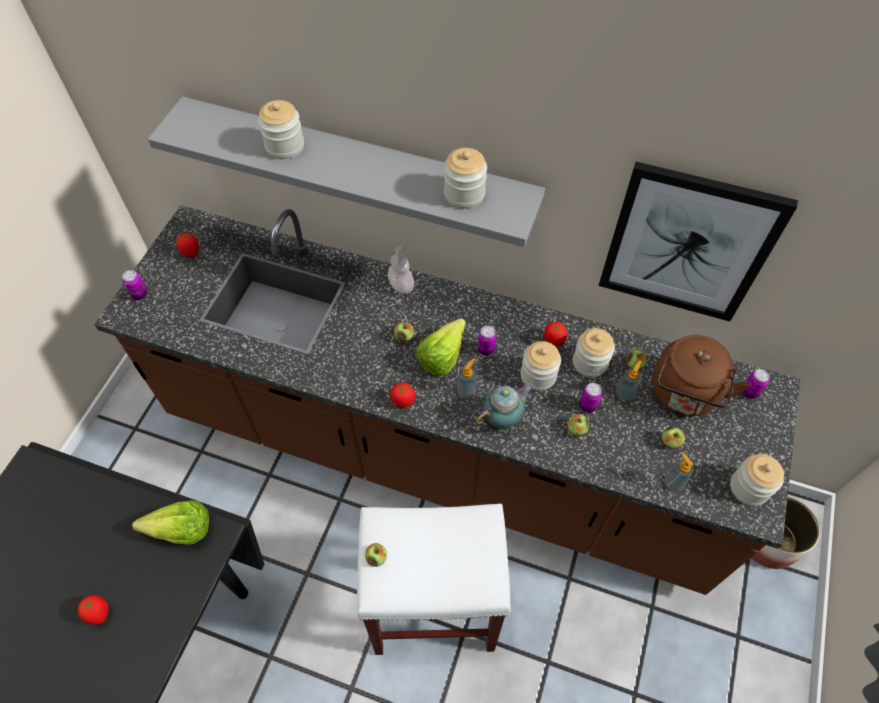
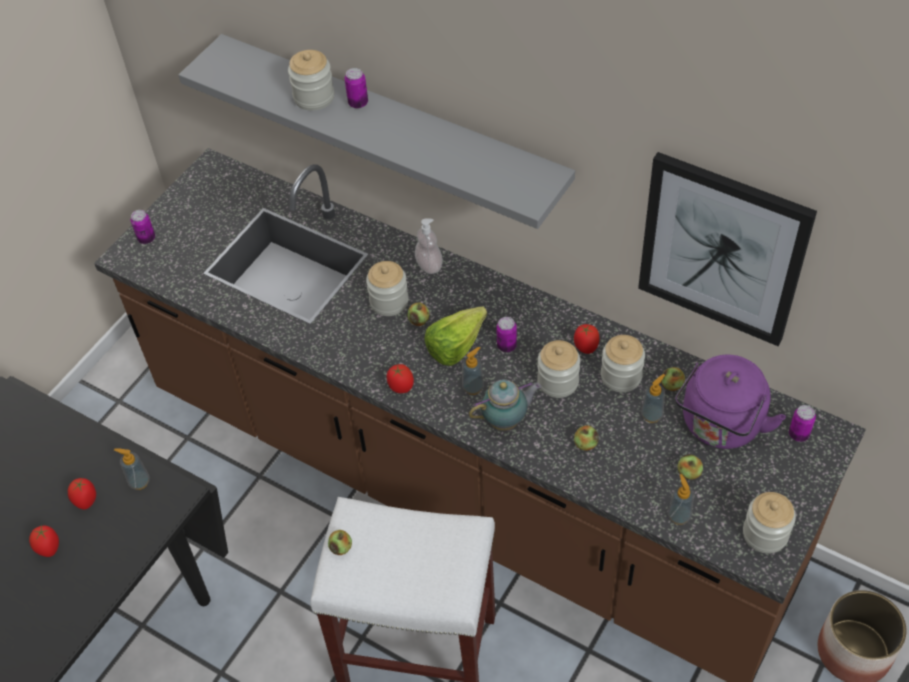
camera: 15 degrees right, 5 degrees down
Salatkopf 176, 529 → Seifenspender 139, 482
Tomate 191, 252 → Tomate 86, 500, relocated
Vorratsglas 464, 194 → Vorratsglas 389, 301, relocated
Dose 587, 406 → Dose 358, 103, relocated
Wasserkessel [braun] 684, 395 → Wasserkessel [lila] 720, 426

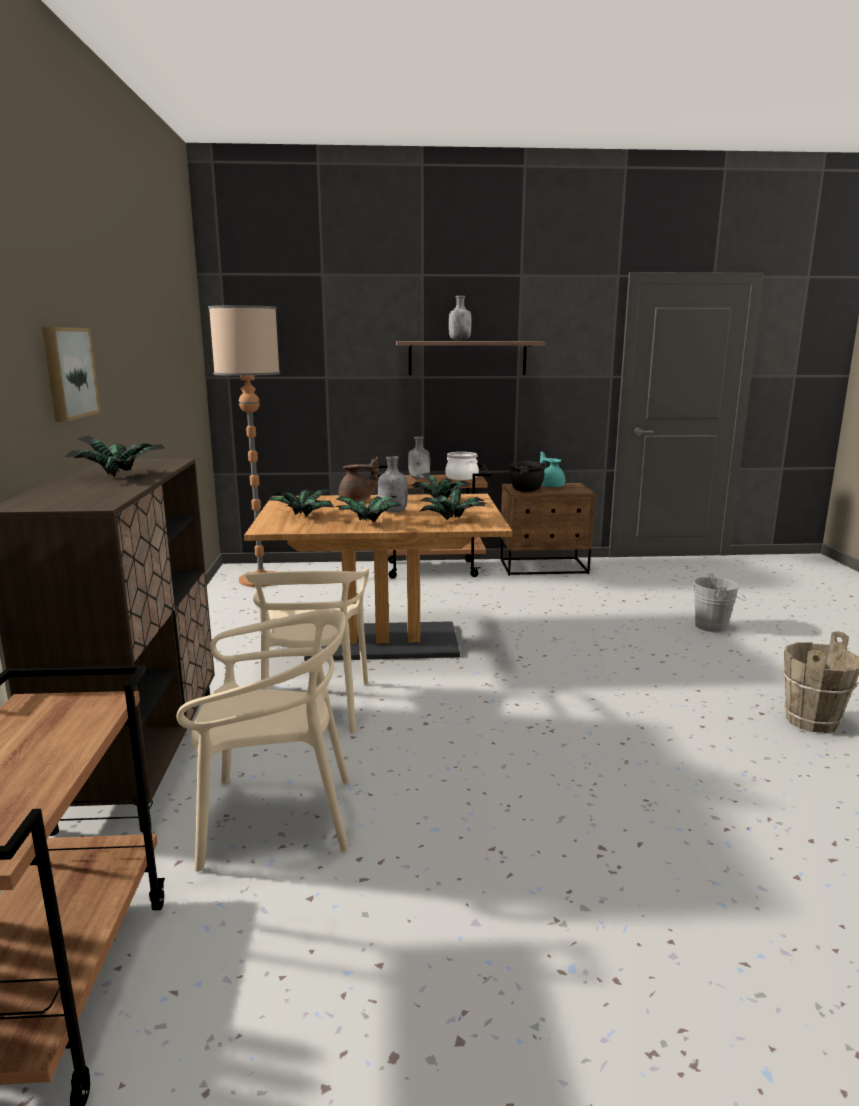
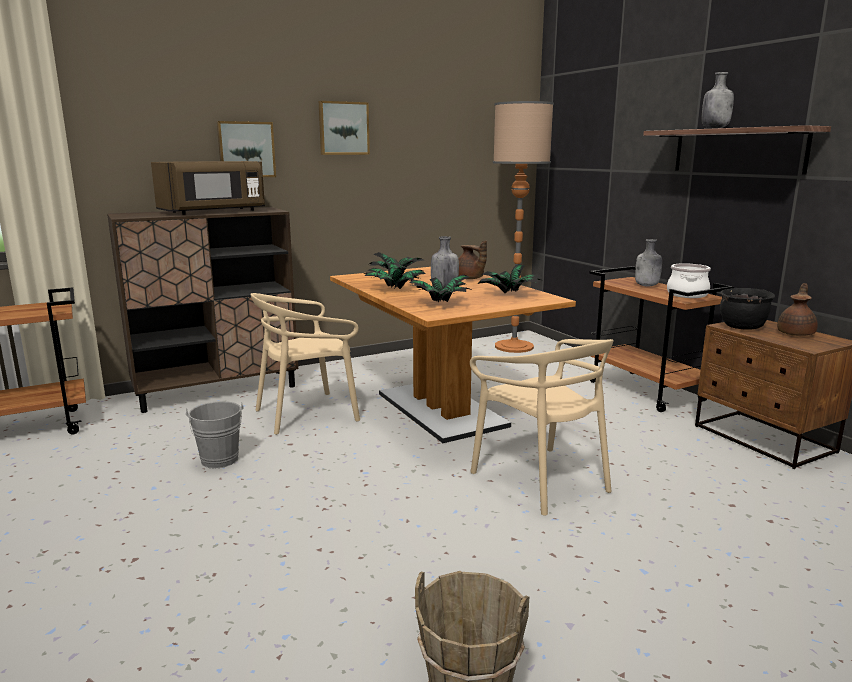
camera: 65 degrees right, 0 degrees up
Topfpflanze 120, 476 → Mikrowelle [braun] 214, 212
Stuhl [beige] 276, 818 → Stuhl [beige] 541, 480, relocated
Teekanne [türkis] 551, 486 → Teekanne [braun] 796, 333
Eimer [grau] 715, 626 → Eimer [grau] 220, 462, relocated
- → Bild 343, 128

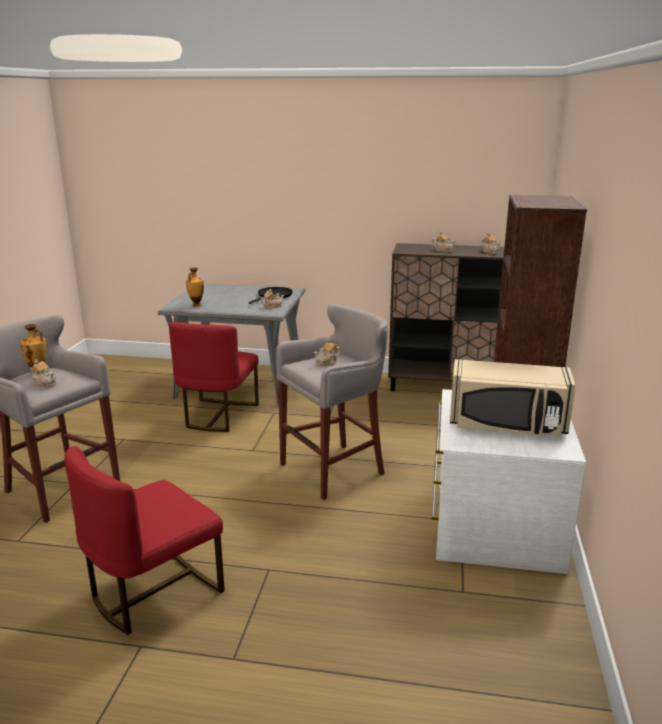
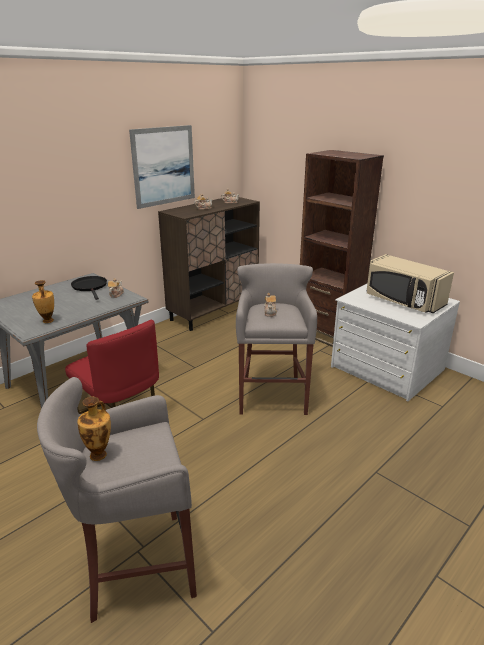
camera: 55 degrees left, 5 degrees up
Teekanne 45, 383 → -
Stuhl [rot] 153, 591 → -
Mikrowelle [beige] 507, 425 → Mikrowelle [beige] 403, 301, 90 degrees clockwise
- → Bild 163, 166

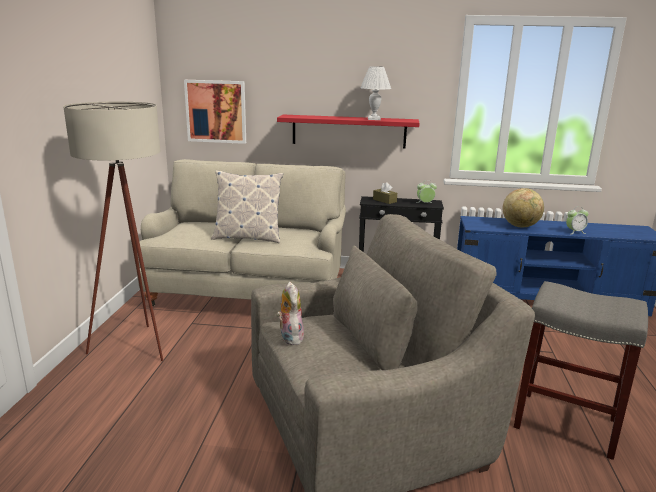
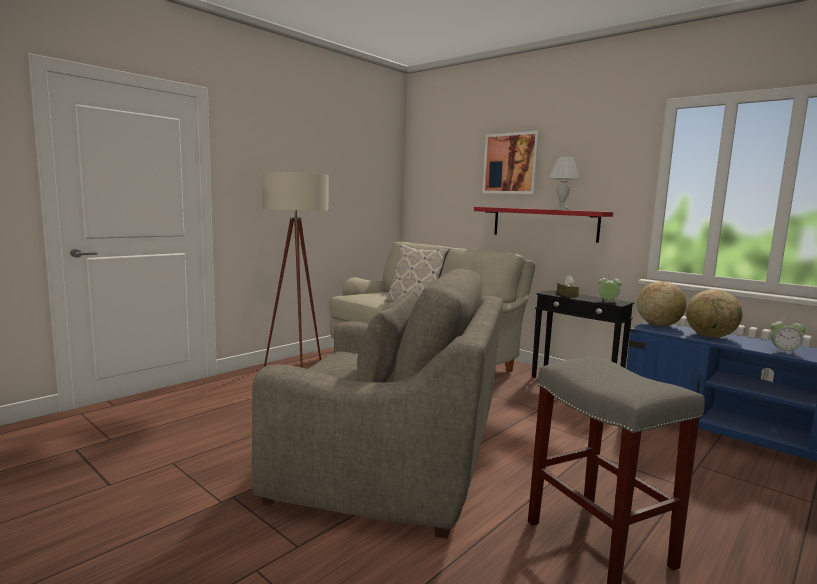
camera: 35 degrees right, 10 degrees down
Bild 216, 111 → Bild 511, 163, relocated
Plüschtier 289, 337 → -
- → Globus 658, 325

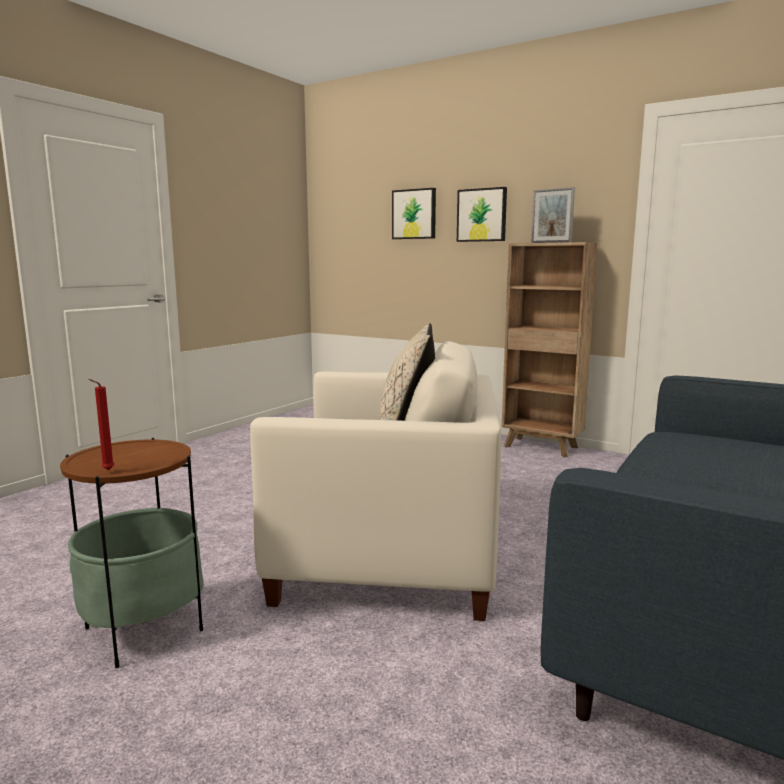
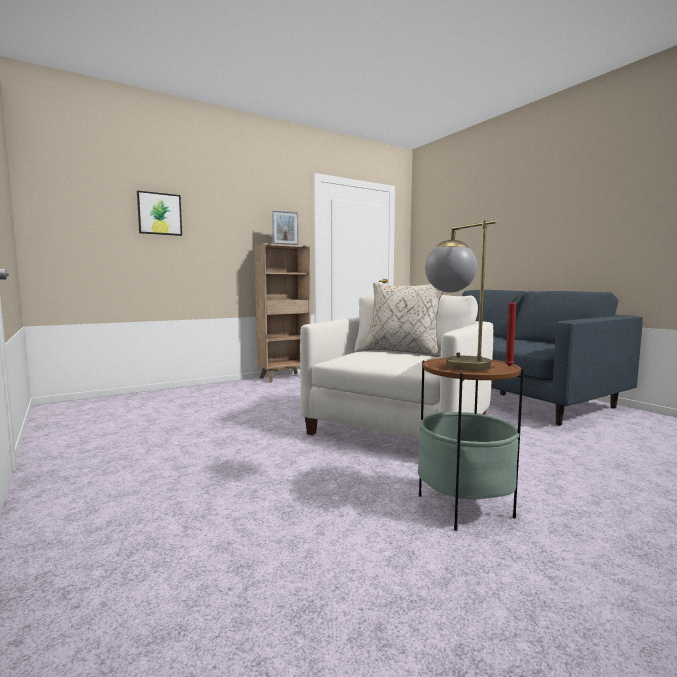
camera: 65 degrees left, 5 degrees down
Bild 482, 215 → -
- → Tischlampe 455, 364

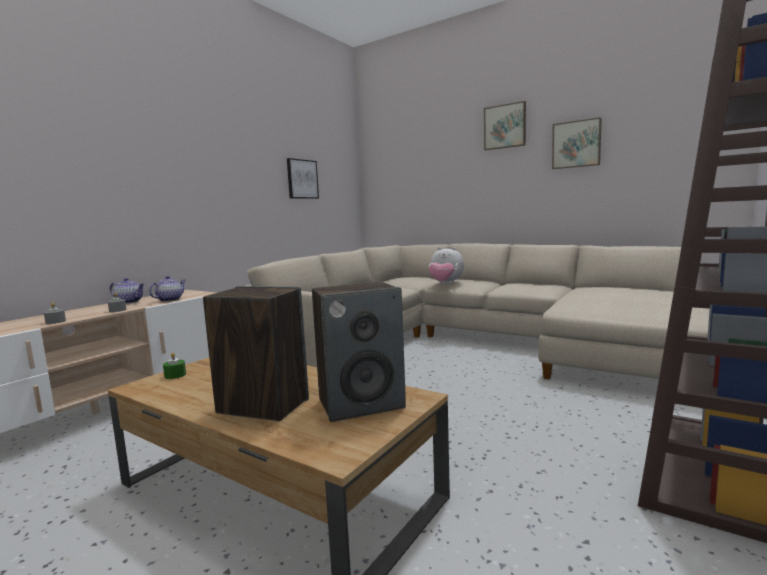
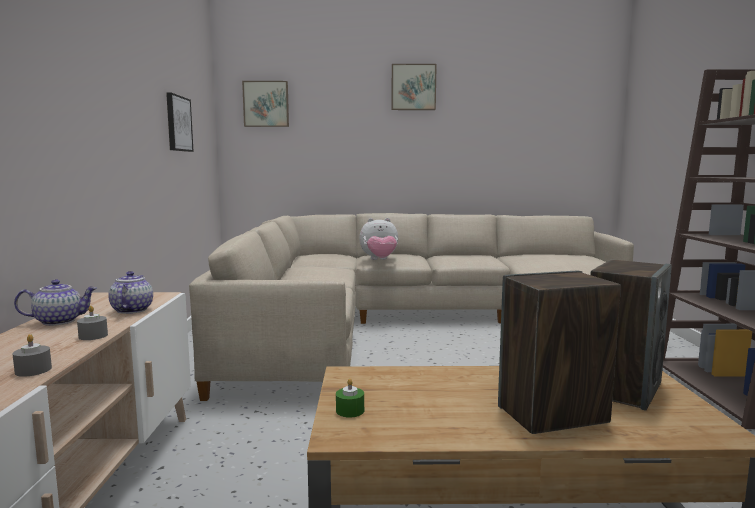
camera: 35 degrees left, 0 degrees up
Bild 576, 144 → Bild 266, 104, relocated

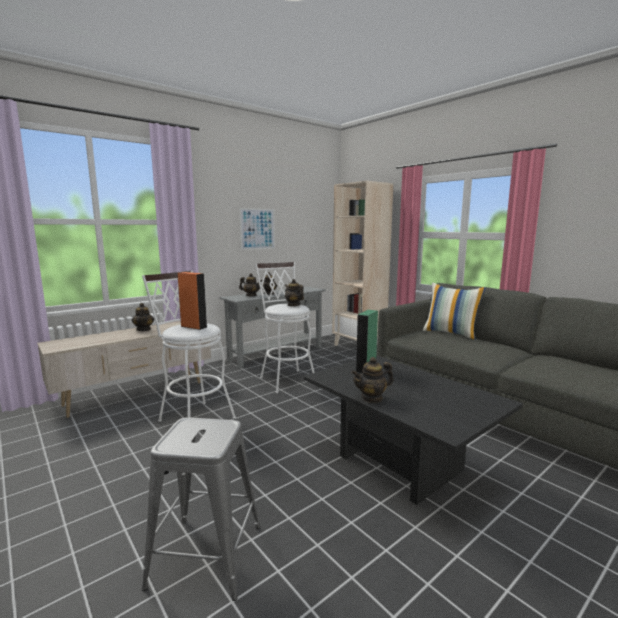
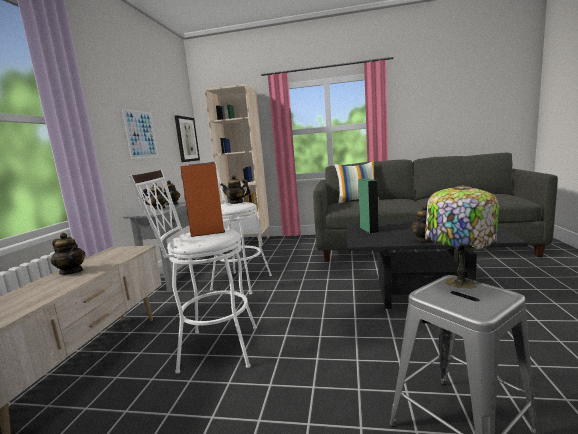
camera: 40 degrees left, 0 degrees up
- → Bild 186, 139
- → Tischlampe 458, 283

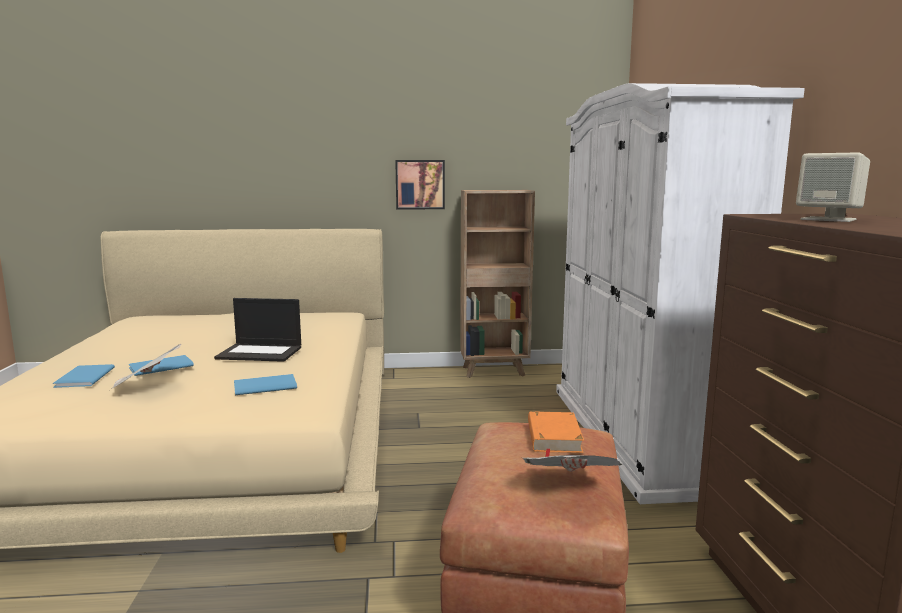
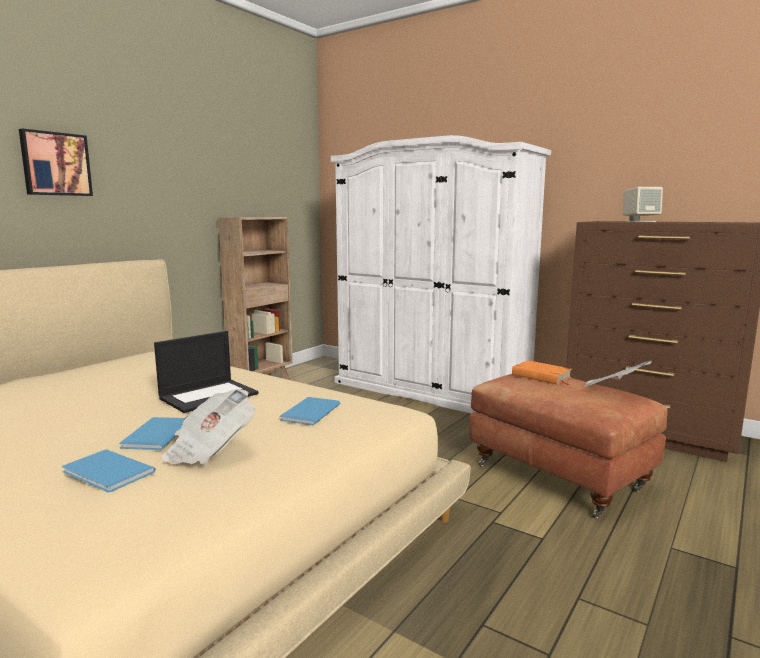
camera: 50 degrees left, 0 degrees up
Bild 420, 184 → Bild 55, 164, relocated

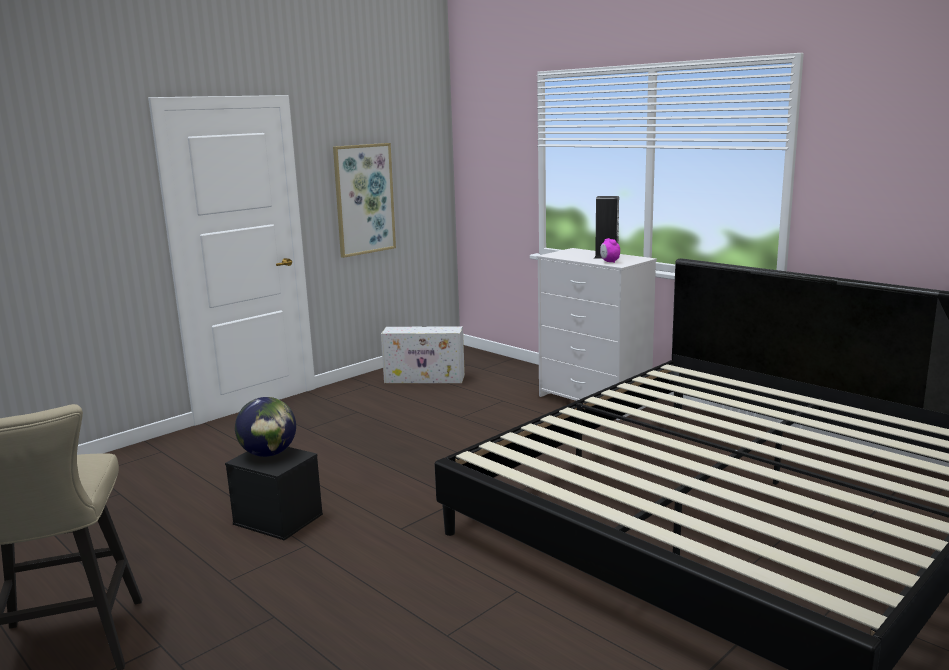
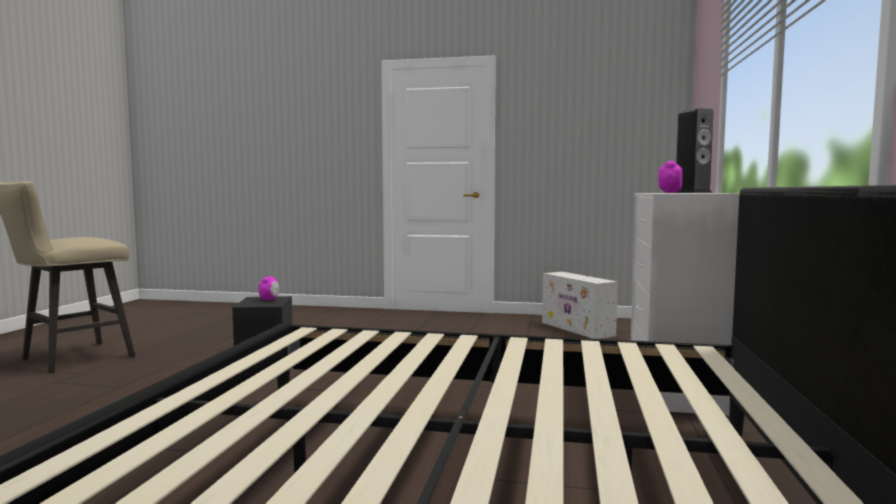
camera: 55 degrees right, 10 degrees down
Globus 268, 454 → Wecker 269, 299
Bild 364, 199 → -

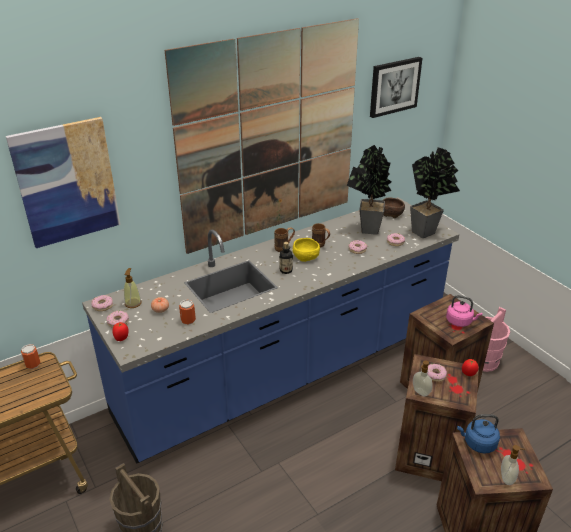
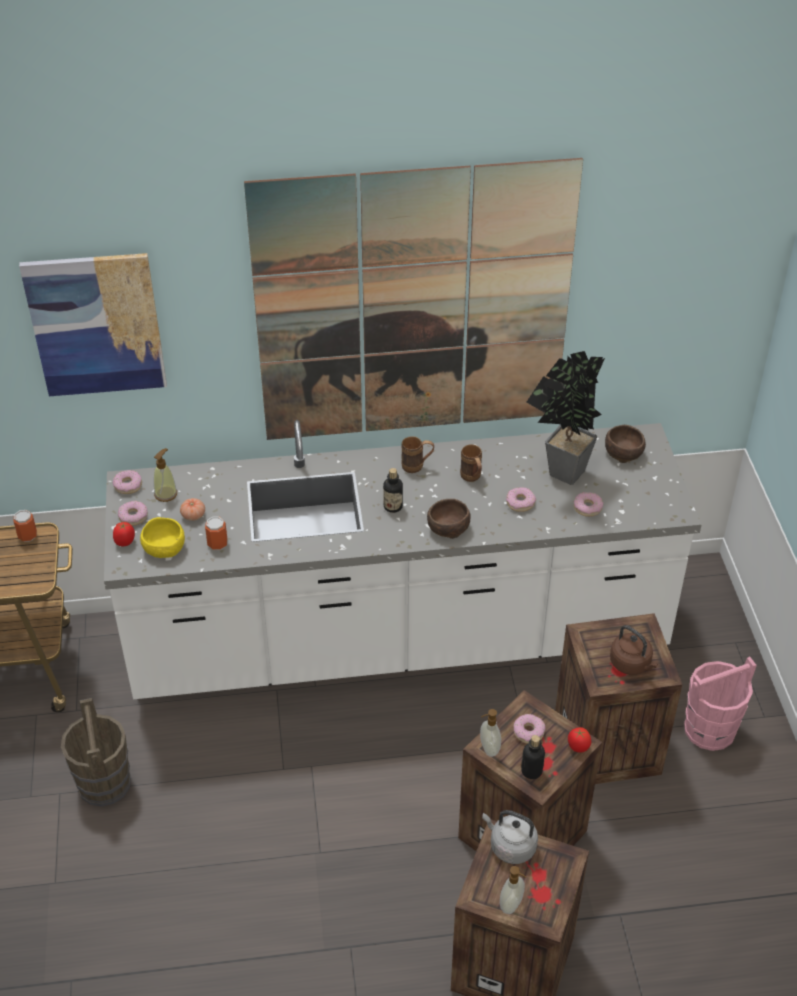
camera: 25 degrees right, 10 degrees up
Küchenzeile [blau] 285, 372 → Küchenzeile [weiß] 398, 640
Schüssel [gelb] 306, 257 → Schüssel [gelb] 165, 548, relocated
Bild 394, 86 → -
Topfpflanze 427, 232 → -
Wasserkessel [rosa] 460, 321 → Wasserkessel [braun] 631, 664
Wasserkessel [blau] 478, 443 → Wasserkessel [grau] 510, 846
- → Schüssel [braun] 447, 527
- → Flasche 531, 771

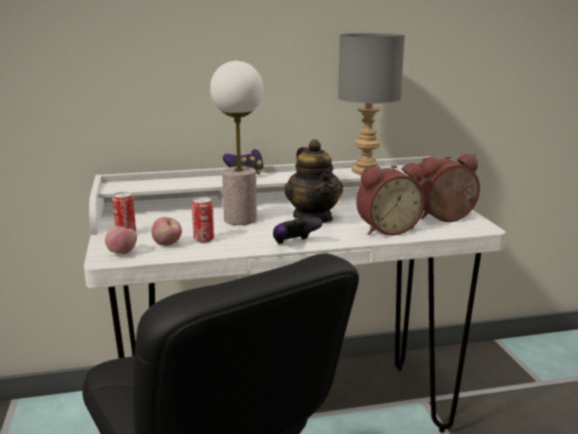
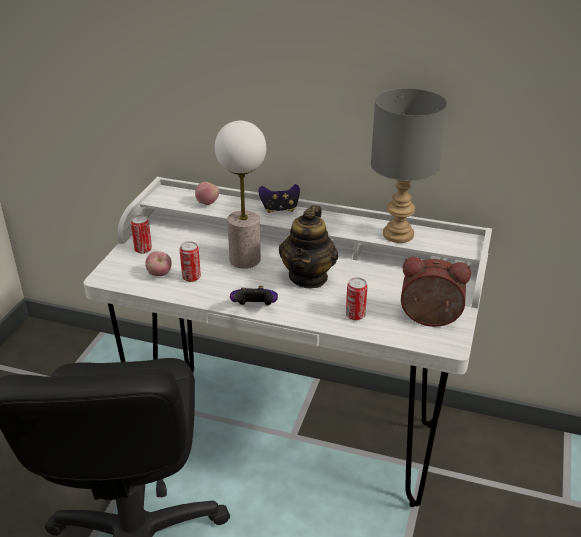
camera: 30 degrees right, 15 degrees up
Apfel 122, 253 → Apfel 208, 203, relocated
Wecker 386, 229 → Dose 355, 315

